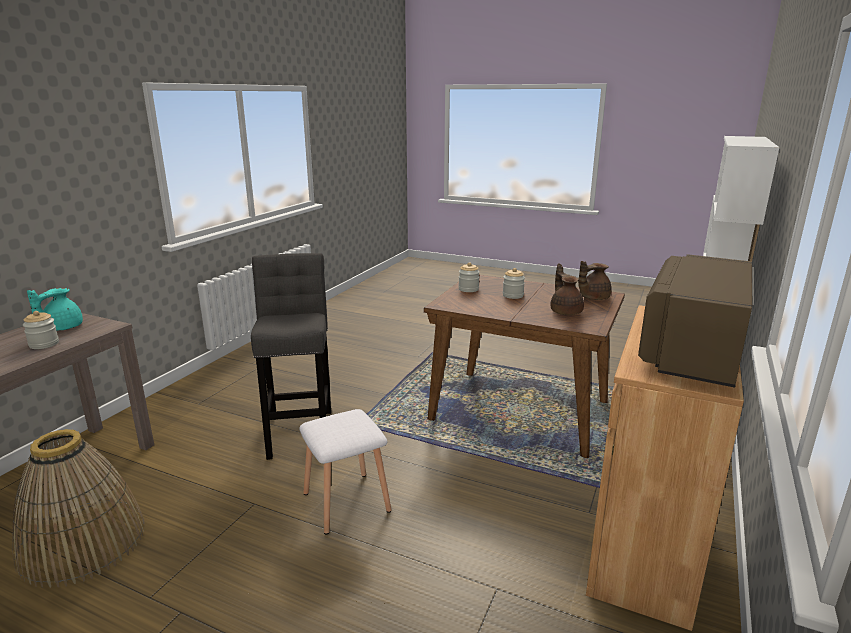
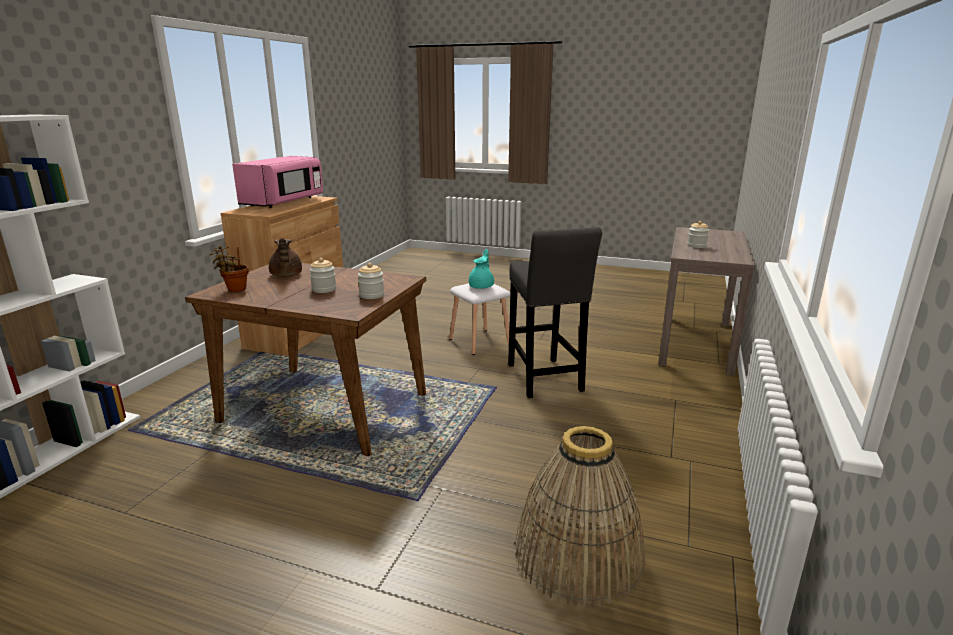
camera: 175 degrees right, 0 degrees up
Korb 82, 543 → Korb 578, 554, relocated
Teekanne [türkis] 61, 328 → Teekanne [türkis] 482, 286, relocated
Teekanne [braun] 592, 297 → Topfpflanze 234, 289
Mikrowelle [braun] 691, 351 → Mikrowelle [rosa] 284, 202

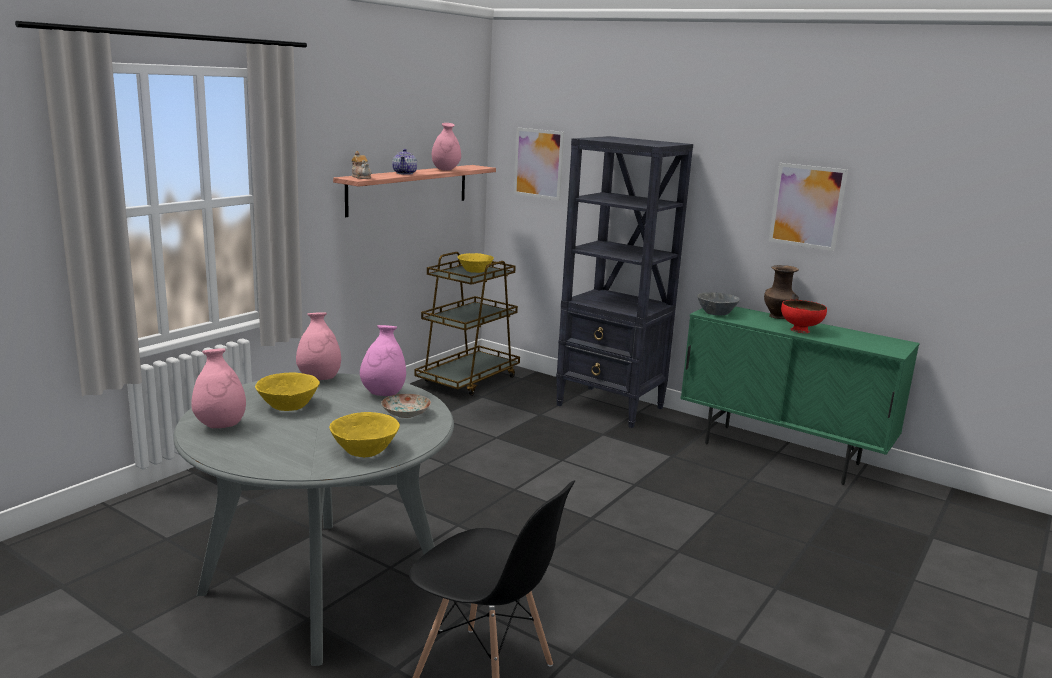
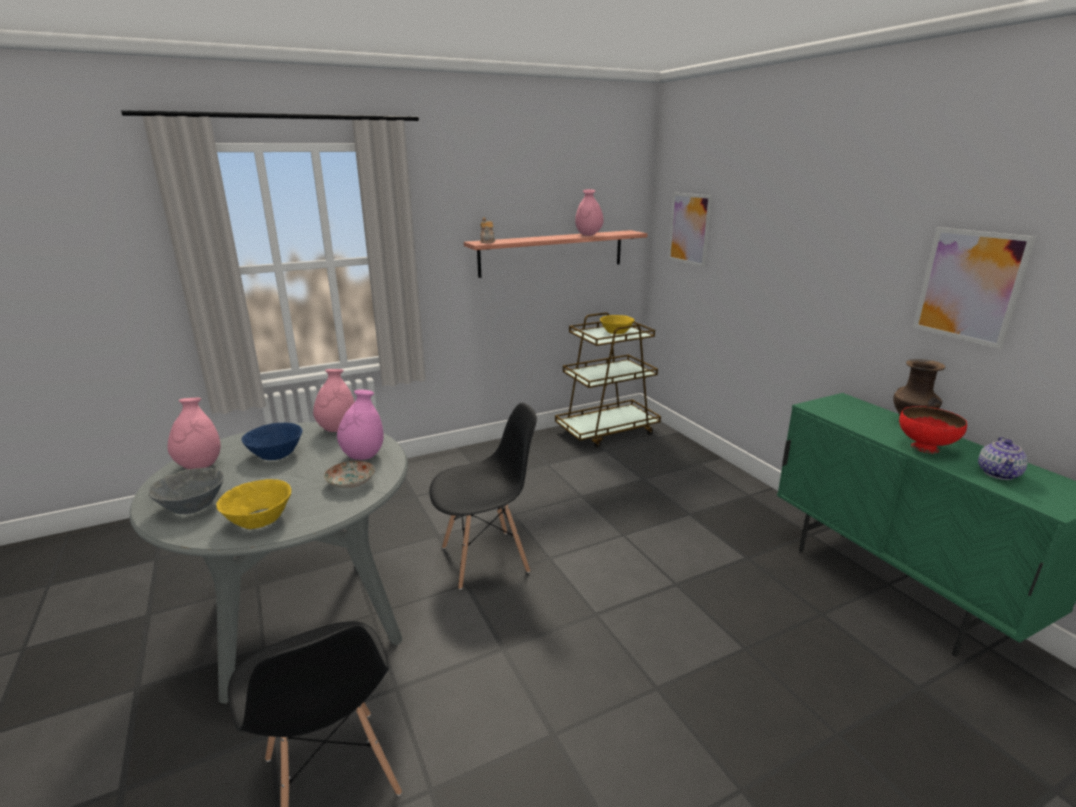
camera: 30 degrees right, 5 degrees up
Schüssel [gelb] 288, 405 → Schüssel [blau] 276, 454
Teekanne 405, 173 → Teekanne 998, 473, relocated
Bücherregal [schwarz] 610, 407 → -
Schüssel [grau] 716, 313 → Schüssel [grau] 193, 505, relocated
- → Stuhl [schwarz] 486, 559

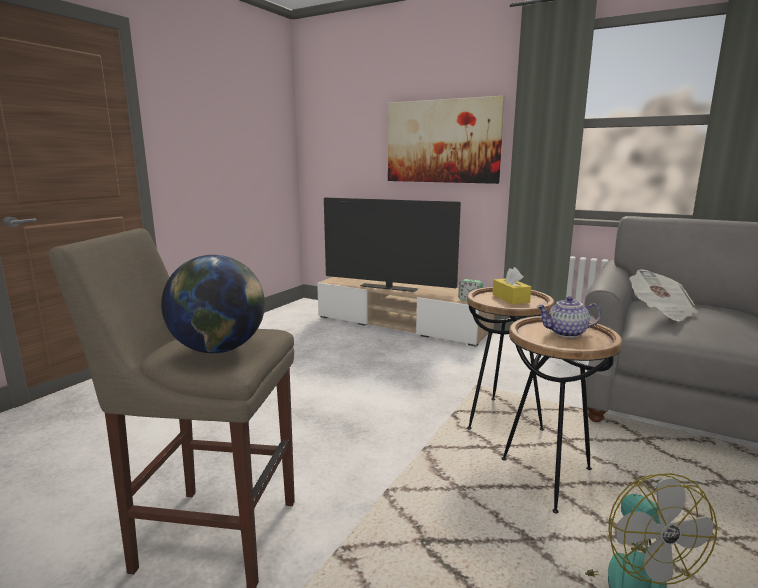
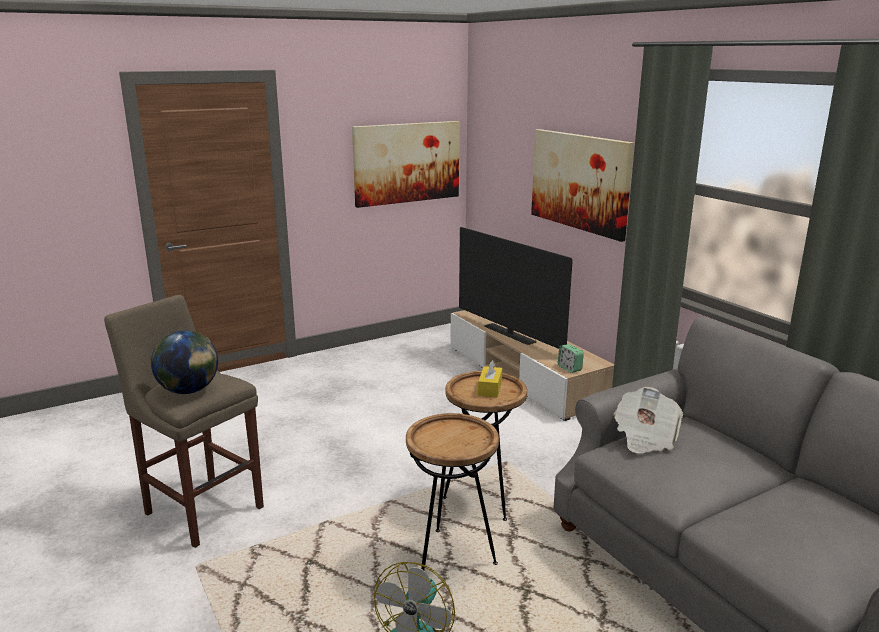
camera: 30 degrees right, 5 degrees up
Teekanne 566, 333 → -
- → Bild 407, 163

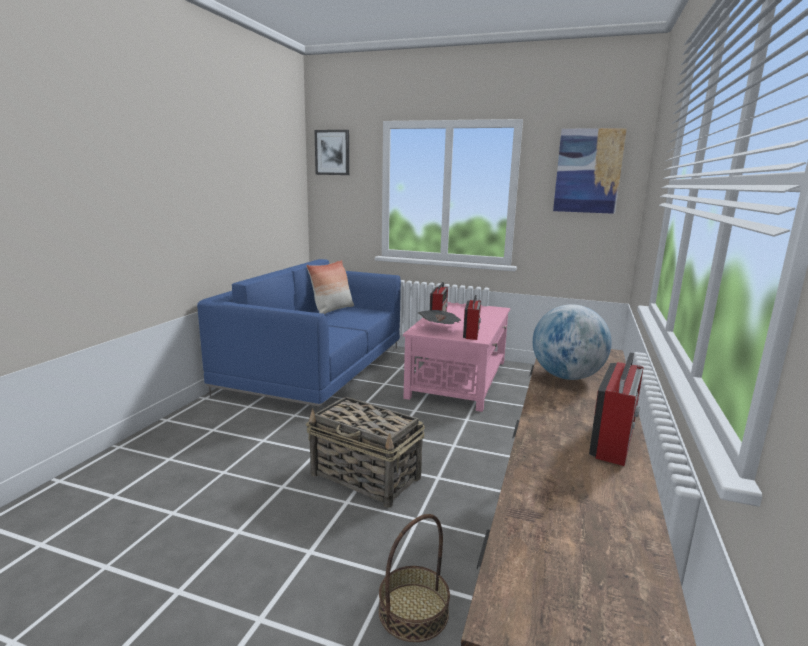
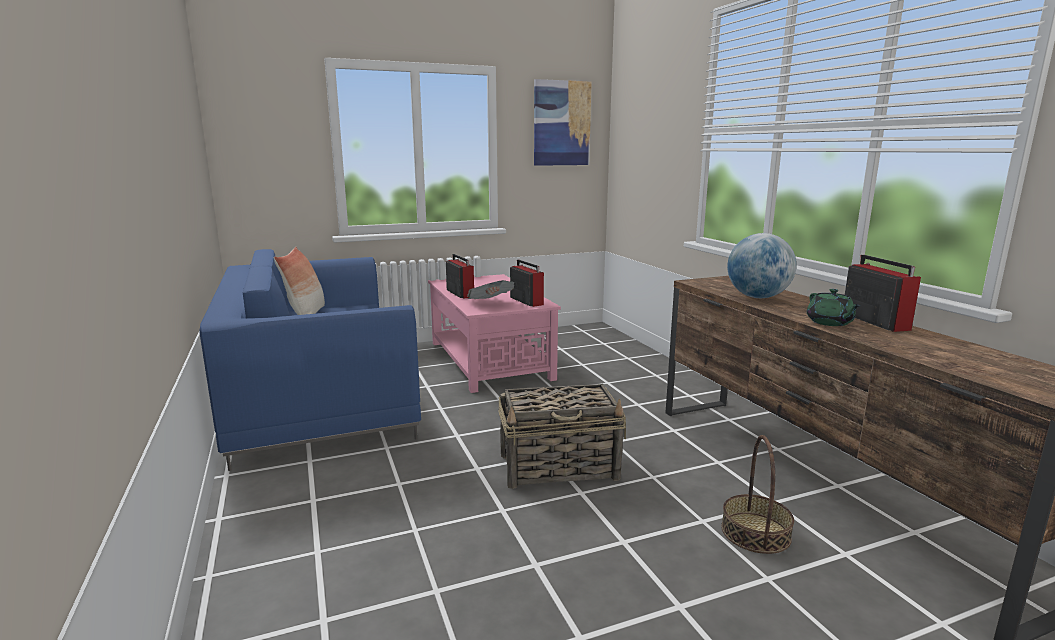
camera: 40 degrees left, 0 degrees up
Bild 332, 152 → -
- → Teekanne [grün] 830, 323

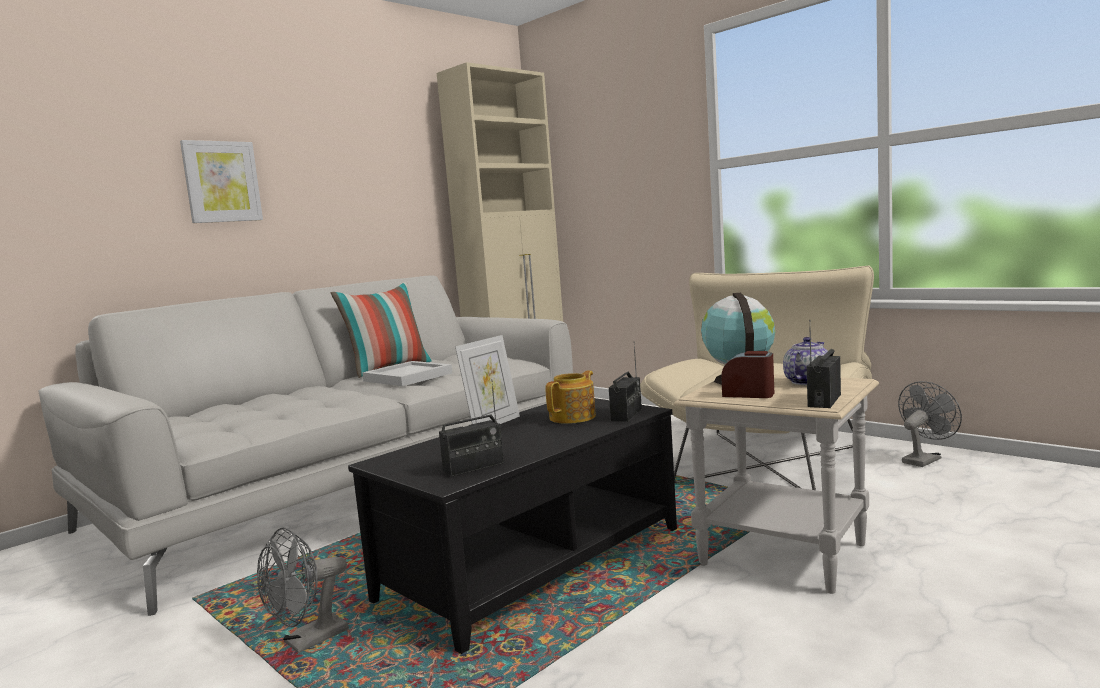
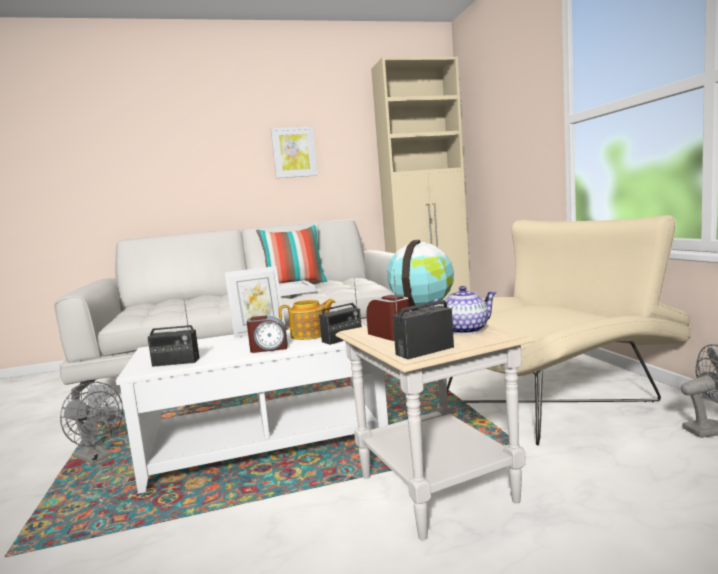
camera: 30 degrees right, 0 degrees up
Bild 221, 182 → Bild 294, 152, relocated
Ventilator [grau] 308, 642 → Ventilator [grau] 97, 457, 135 degrees counterclockwise
Couchtisch [schwarz] 532, 563 → Couchtisch [weiß] 266, 441
- → Wecker 269, 348

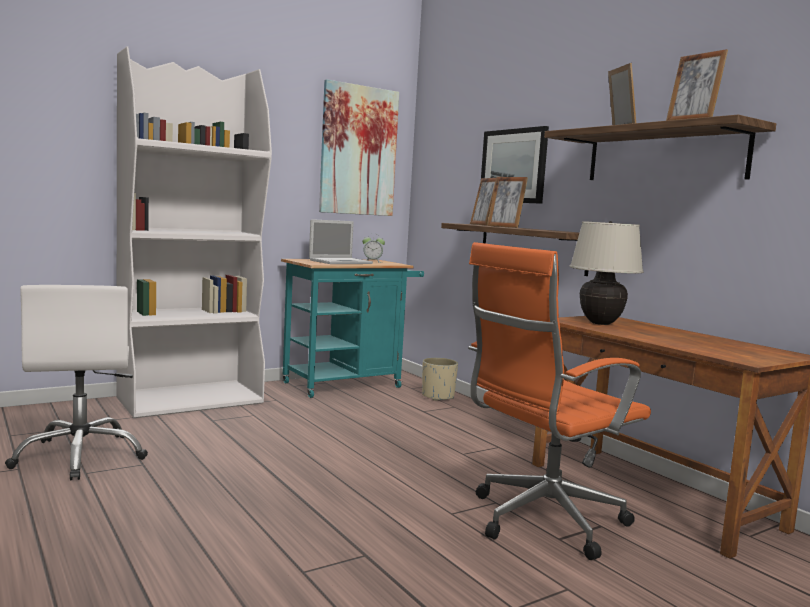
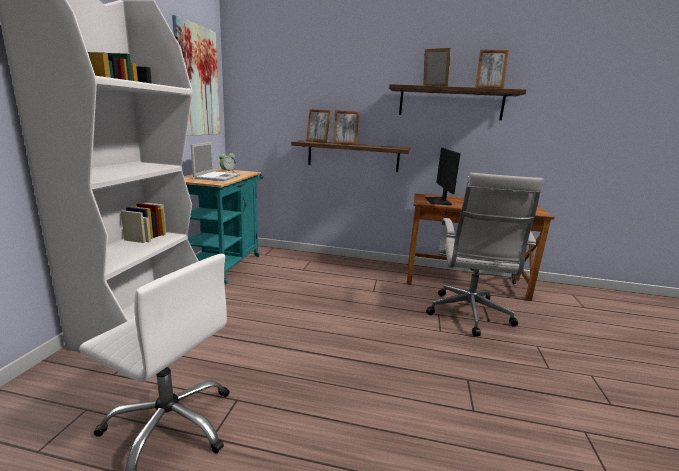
camera: 45 degrees left, 10 degrees up
Pflanzkübel [beige] 438, 396 → -
Bürostuhl [orange] 541, 522 → Bürostuhl [weiß] 469, 316
Bild 513, 166 → -
Tischlampe [beige] 600, 323 → Monitor 438, 201

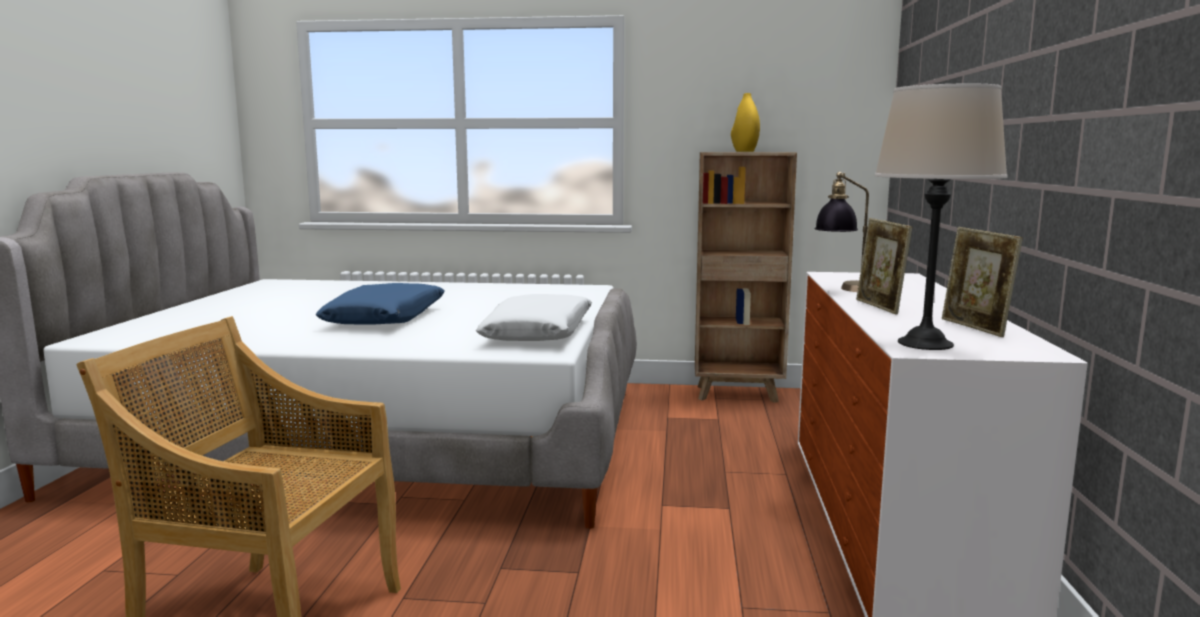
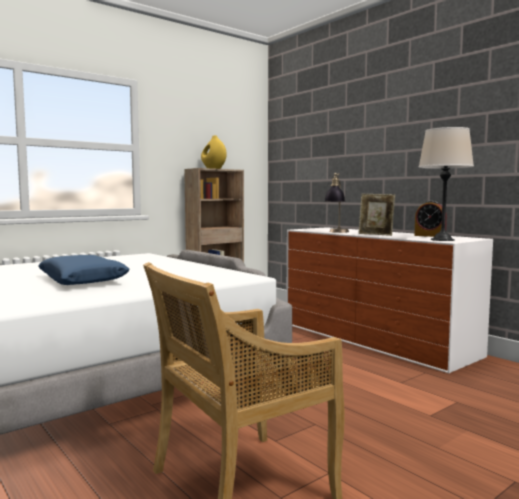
camera: 45 degrees left, 5 degrees down
Kissen [weiß] 539, 333 → -
Bilderrahmen 975, 328 → Wecker 430, 236

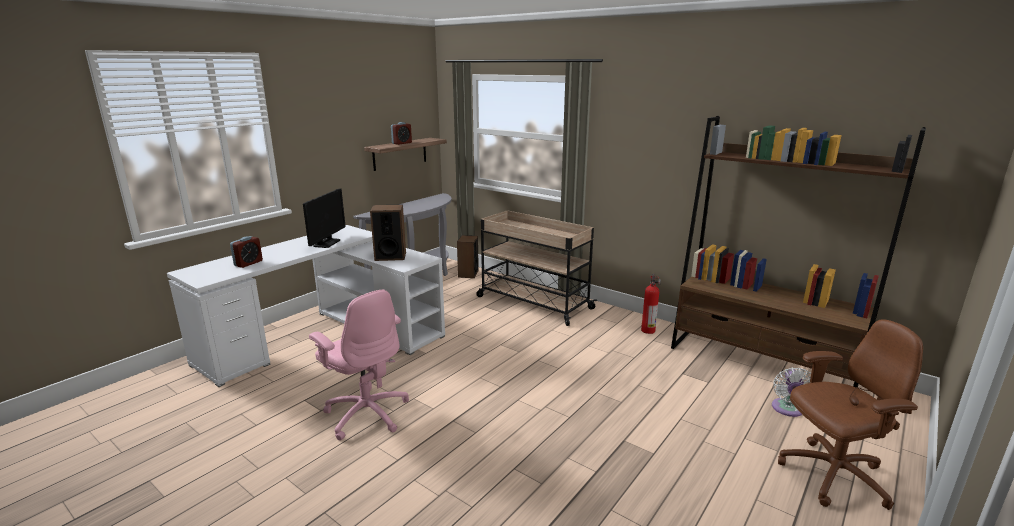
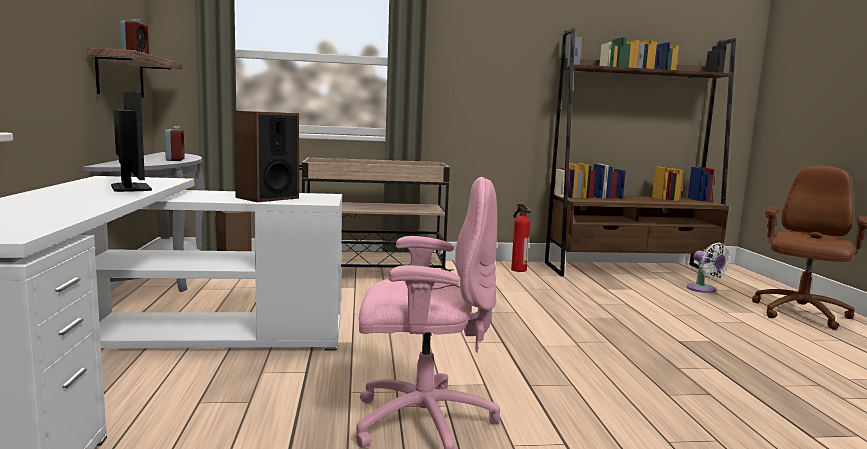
camera: 45 degrees left, 10 degrees down
Wecker 248, 263 → Wecker 175, 159, relocated

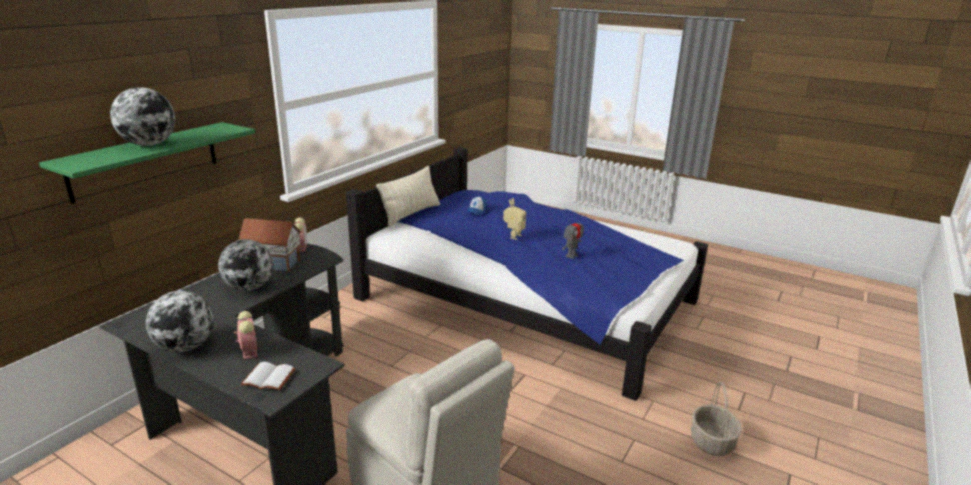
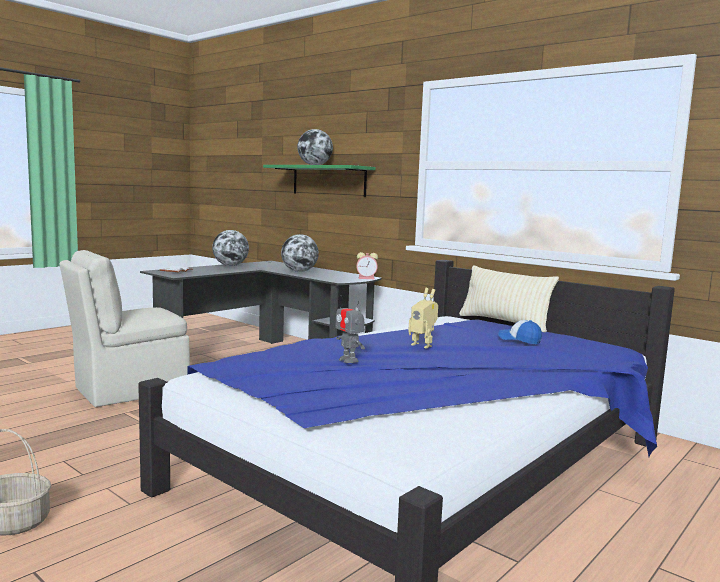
camera: 100 degrees right, 15 degrees down
Wecker 249, 351 → -
Spielzeughaus 273, 263 → -

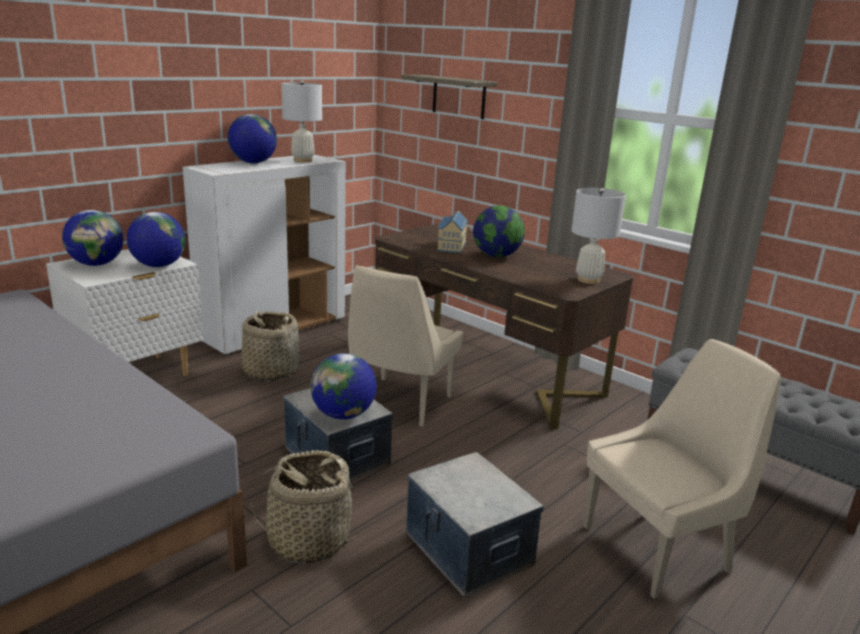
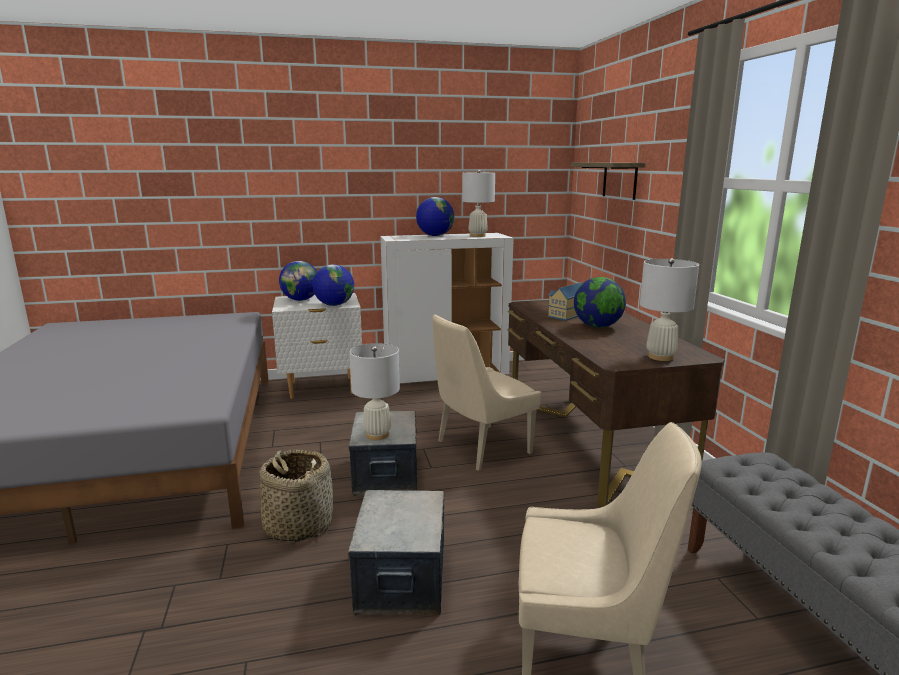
camera: 35 degrees right, 5 degrees down
Korb 270, 371 → -
Globus 343, 415 → Tischlampe [weiß] 377, 435

